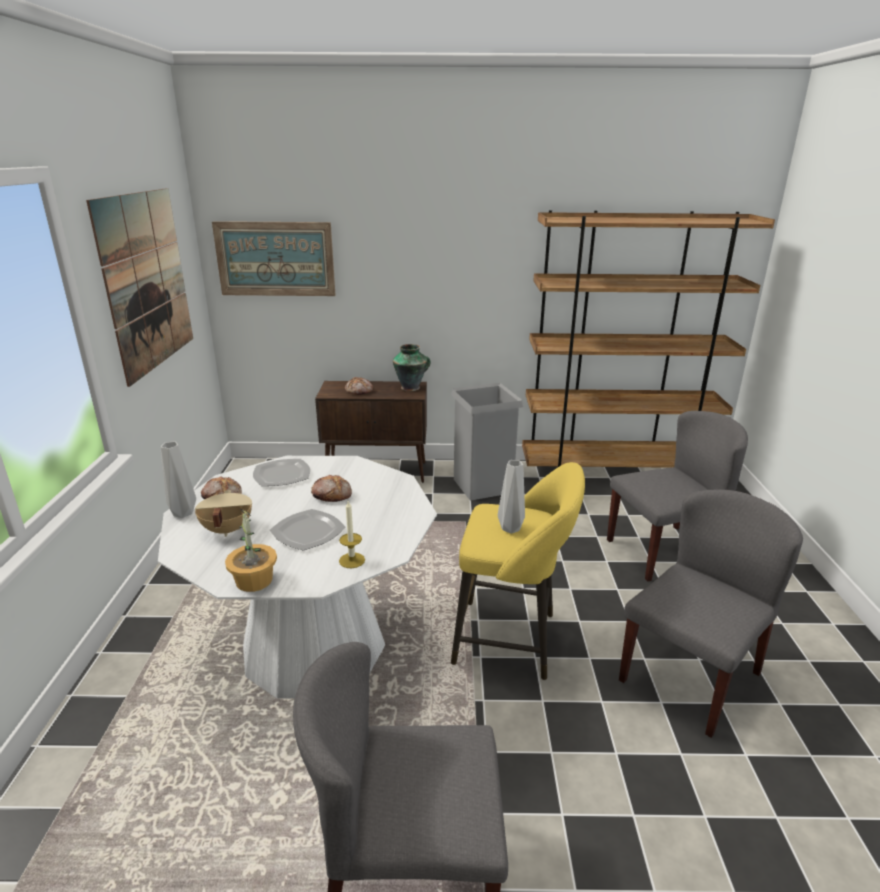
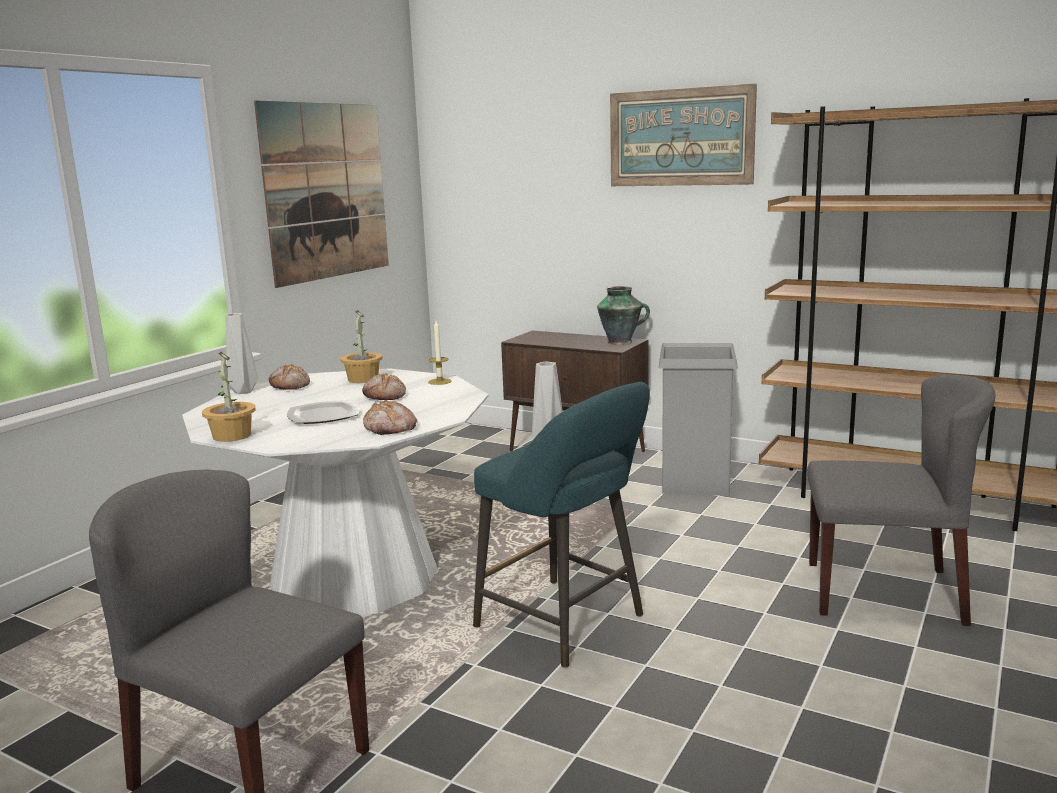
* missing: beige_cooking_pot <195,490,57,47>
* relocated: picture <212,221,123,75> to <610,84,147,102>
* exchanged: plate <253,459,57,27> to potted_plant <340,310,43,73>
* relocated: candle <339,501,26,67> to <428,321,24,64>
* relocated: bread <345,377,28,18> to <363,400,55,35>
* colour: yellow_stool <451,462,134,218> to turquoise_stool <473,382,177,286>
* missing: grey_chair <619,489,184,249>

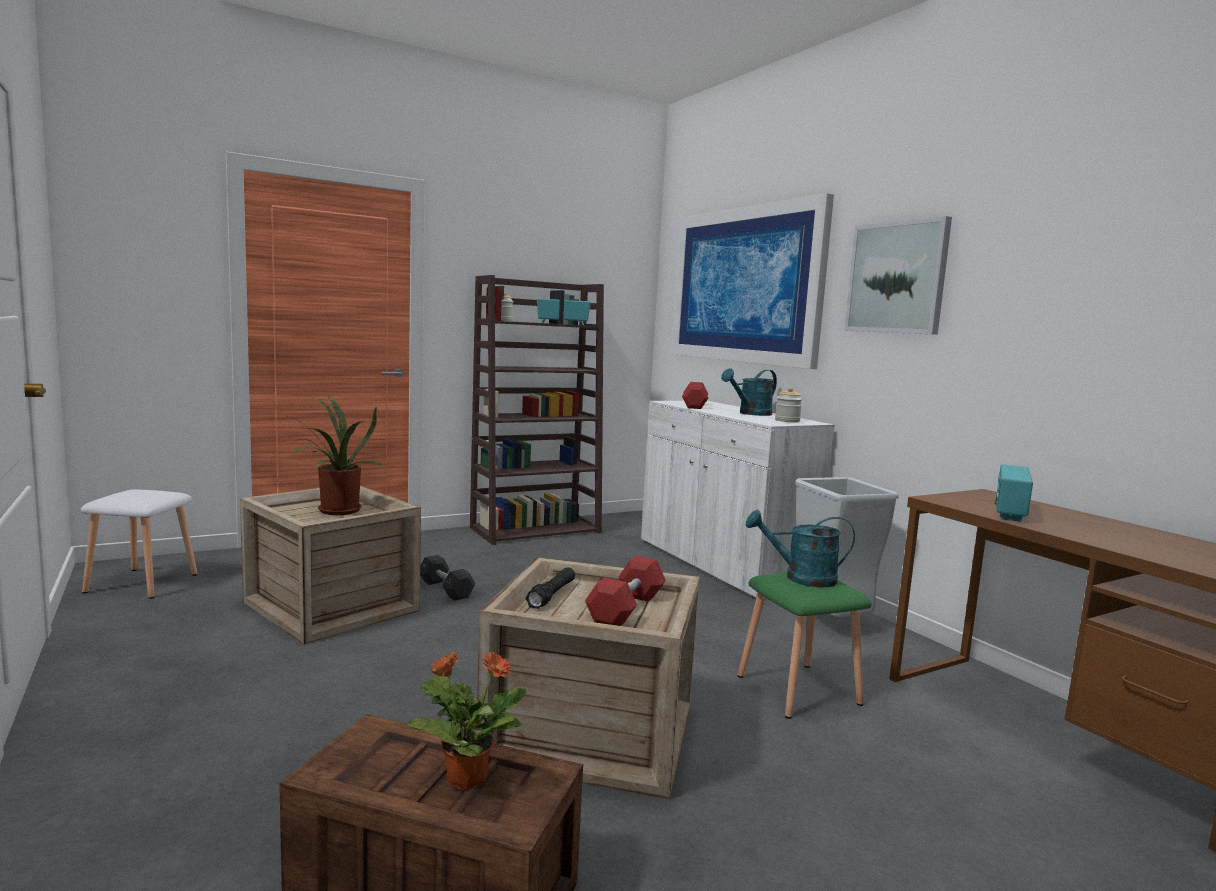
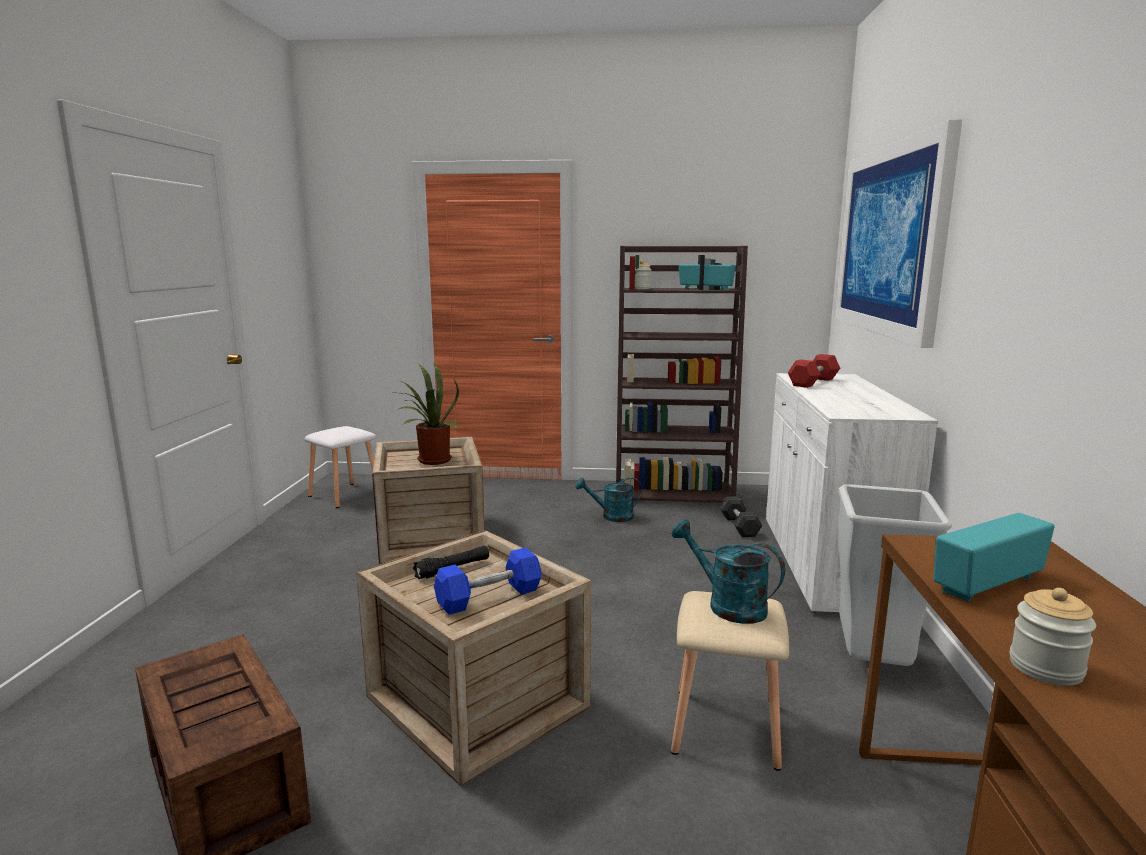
* missing: potted_plant <406,651,121,138>
* relocated: grey_dumbbell <420,555,55,46> to <720,496,42,41>
* colour: red_dumbbell <585,556,81,70> to blue_dumbbell <434,548,108,67>
* relocated: turquoise_watering_can <721,368,56,48> to <576,477,66,45>
* colour: green_stool <738,572,134,147> to beige_stool <671,591,118,180>
* relocated: jar <775,387,27,35> to <1010,588,86,98>
* missing: picture <844,216,108,119>

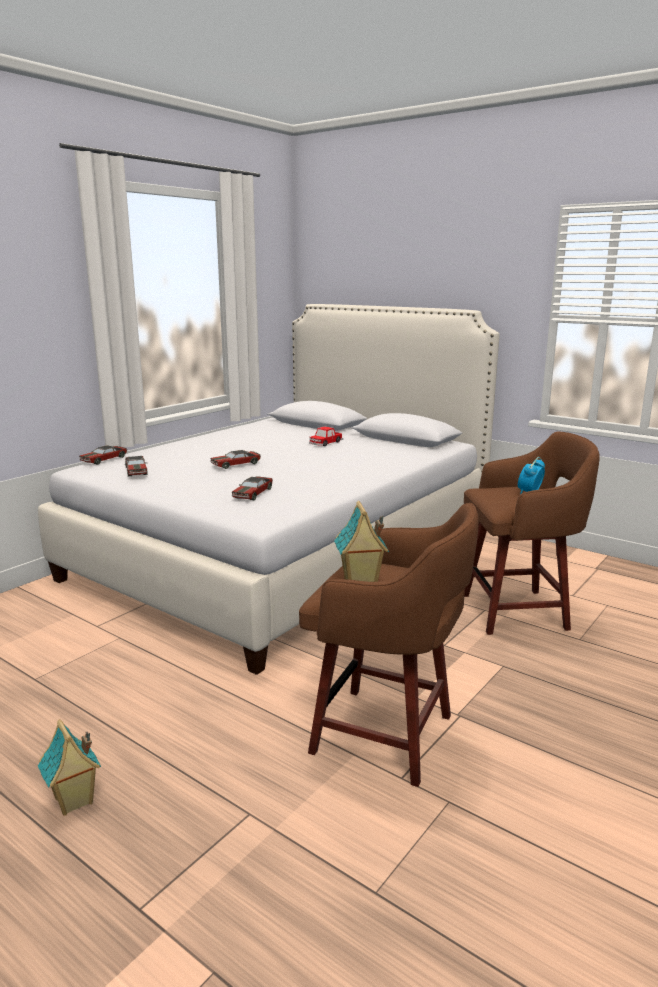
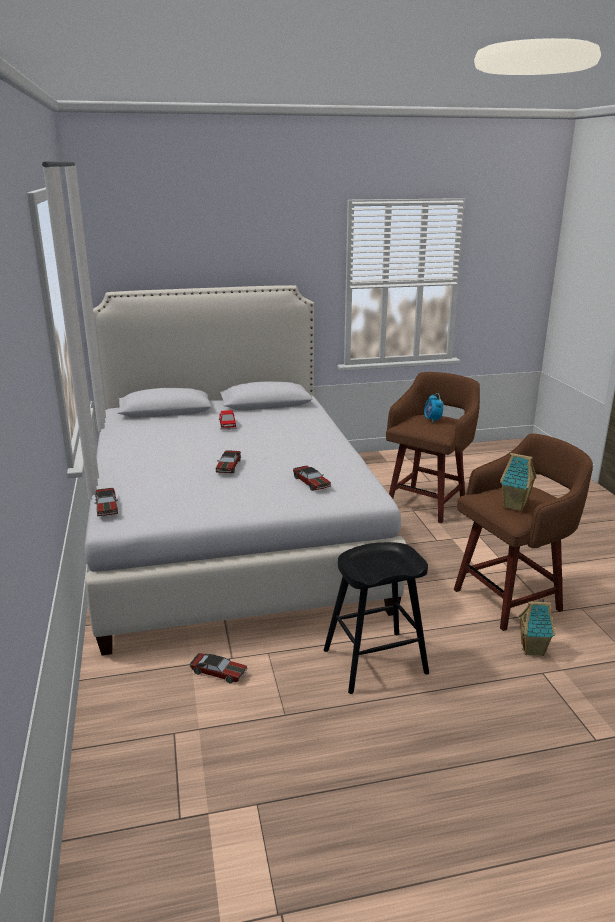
* relocated: toy_house <38,719,63,97> to <519,600,36,56>
* relocated: toy_car <125,456,23,20> to <190,653,57,31>
* appeared: black_stool <324,542,105,152>

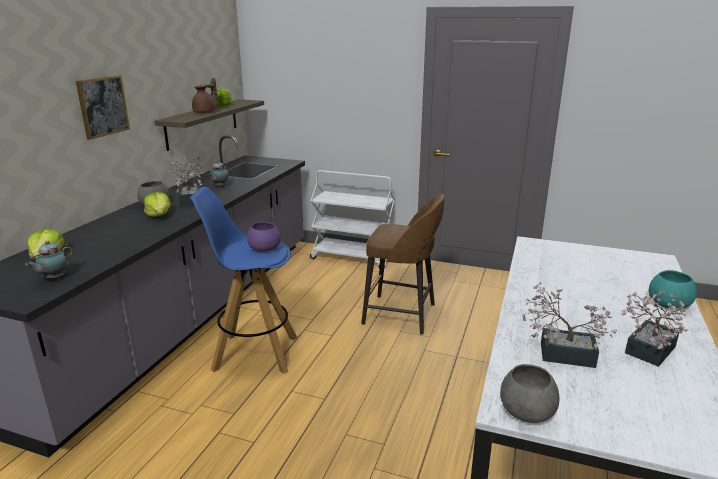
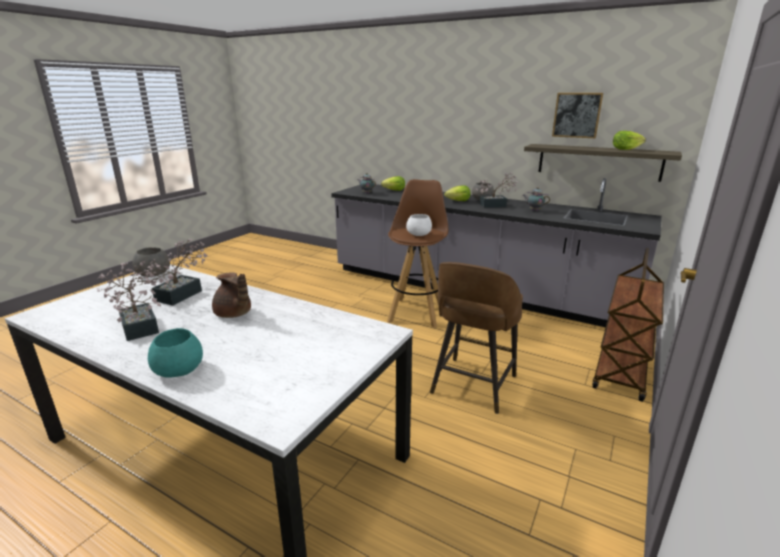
* relocated: picture <76,75,54,65> to <552,93,51,45>
* colour: blue_stool <190,187,107,187> to brown_stool <387,179,61,149>
* relocated: brown_teapot <192,78,25,35> to <212,272,39,46>
* colour: purple_bowl <247,222,34,30> to white_bowl <406,214,26,22>
* colour: white_cart <310,170,85,98> to brown_cart <592,248,72,154>

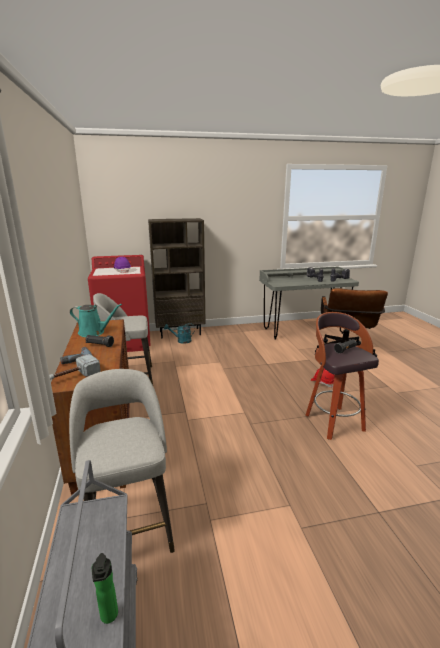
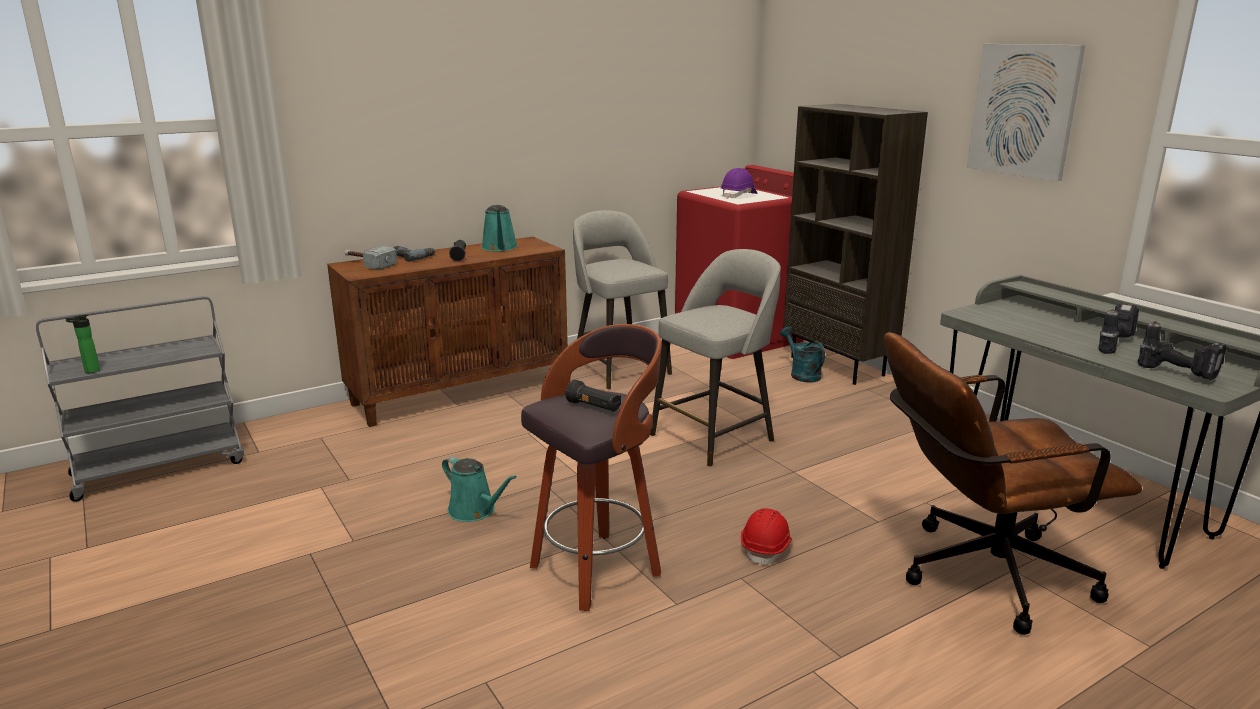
* relocated: grey_stool <69,369,106,184> to <650,249,131,218>
* appeared: turquoise_watering_can <442,456,75,66>
* appeared: picture <967,44,118,137>

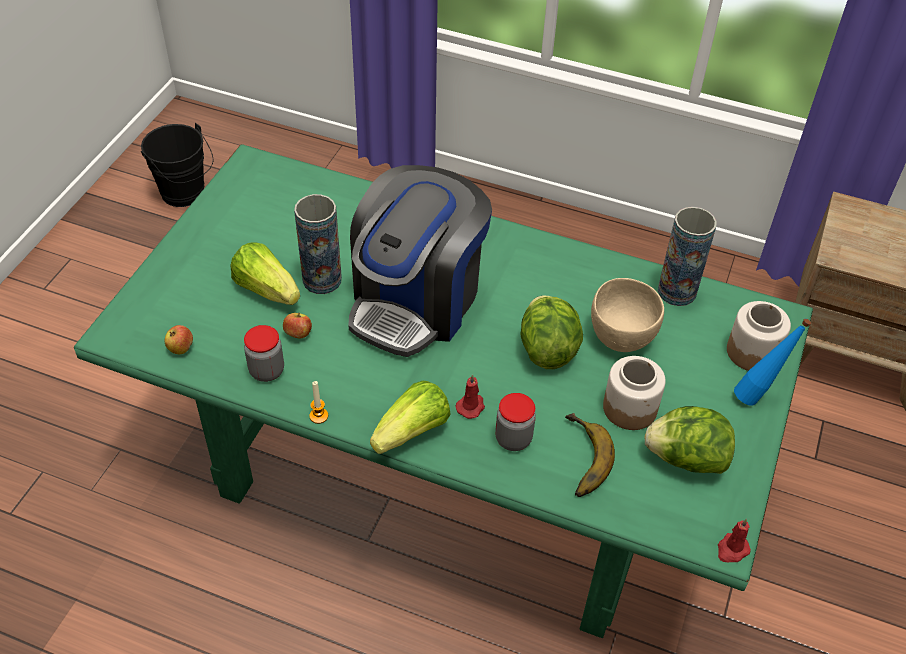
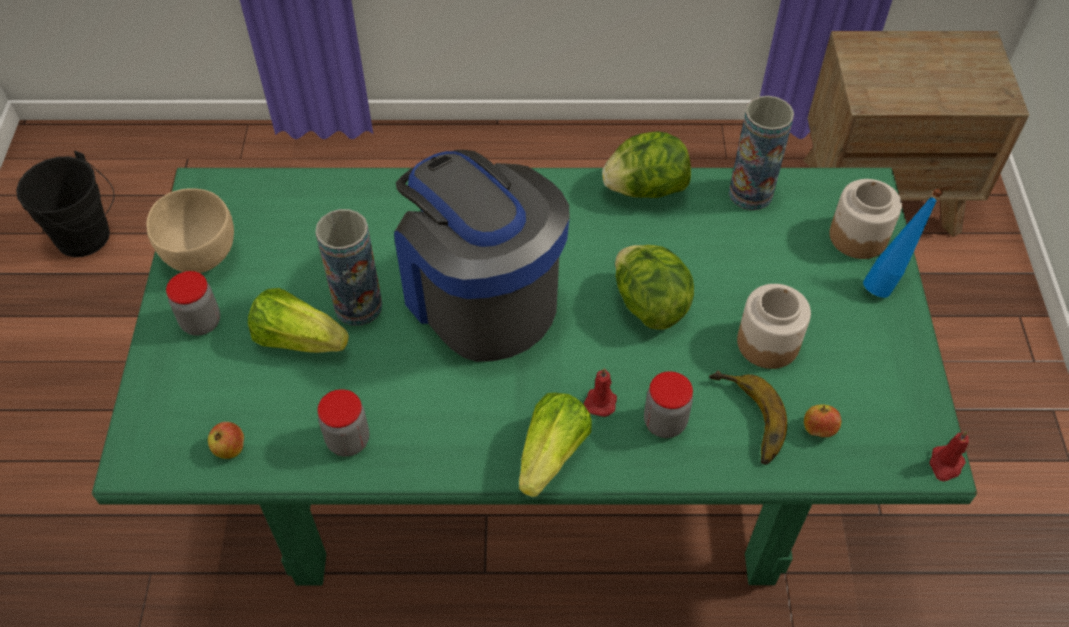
* relocated: apple <283,313,29,26> to <804,405,37,32>
* missing: candle <309,381,19,43>
* spun: coffee_machine <349,165,143,192> = <394,150,176,212> 135 degrees clockwise
* relocated: beige_bowl <591,278,73,74> to <146,189,88,84>
* relocated: lettuce <645,406,90,68> to <602,131,89,67>
* appeared: jar <166,271,54,65>

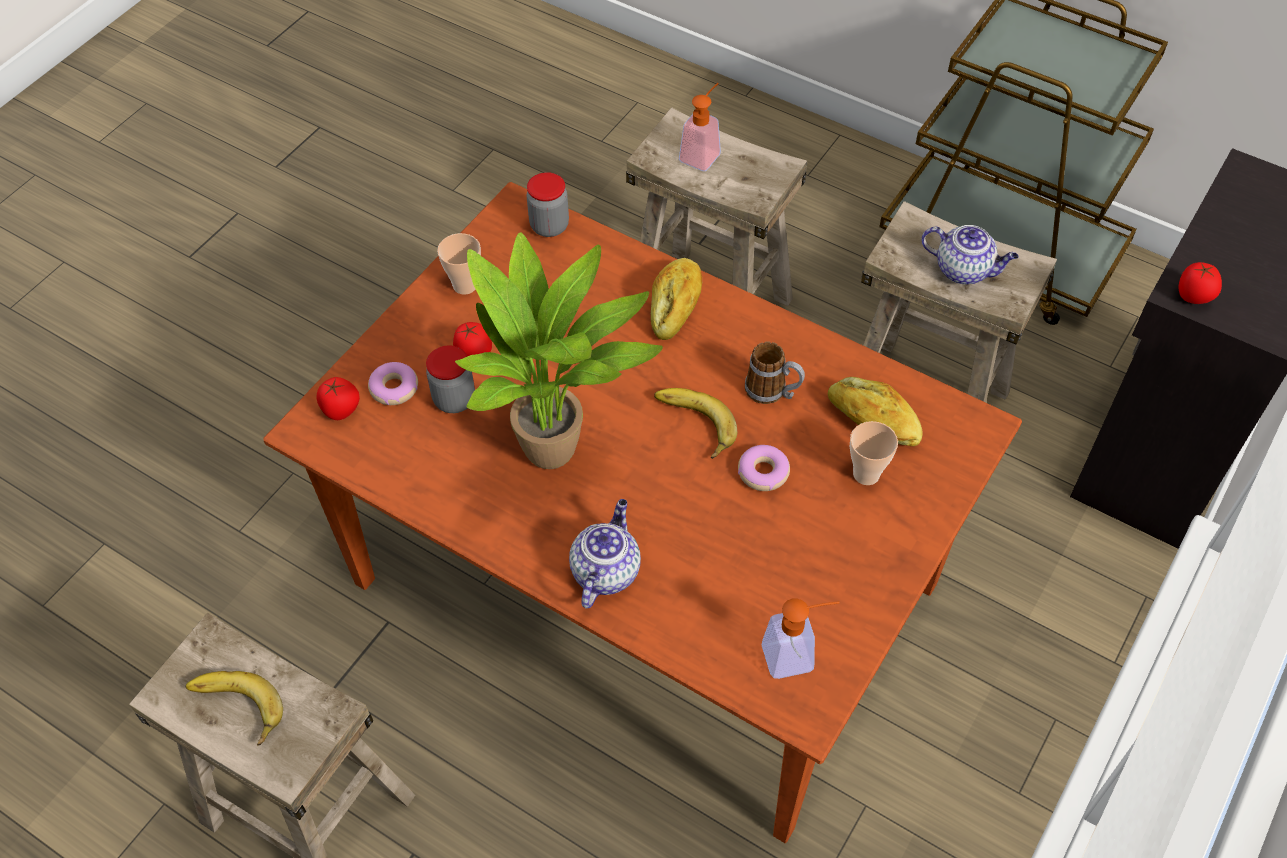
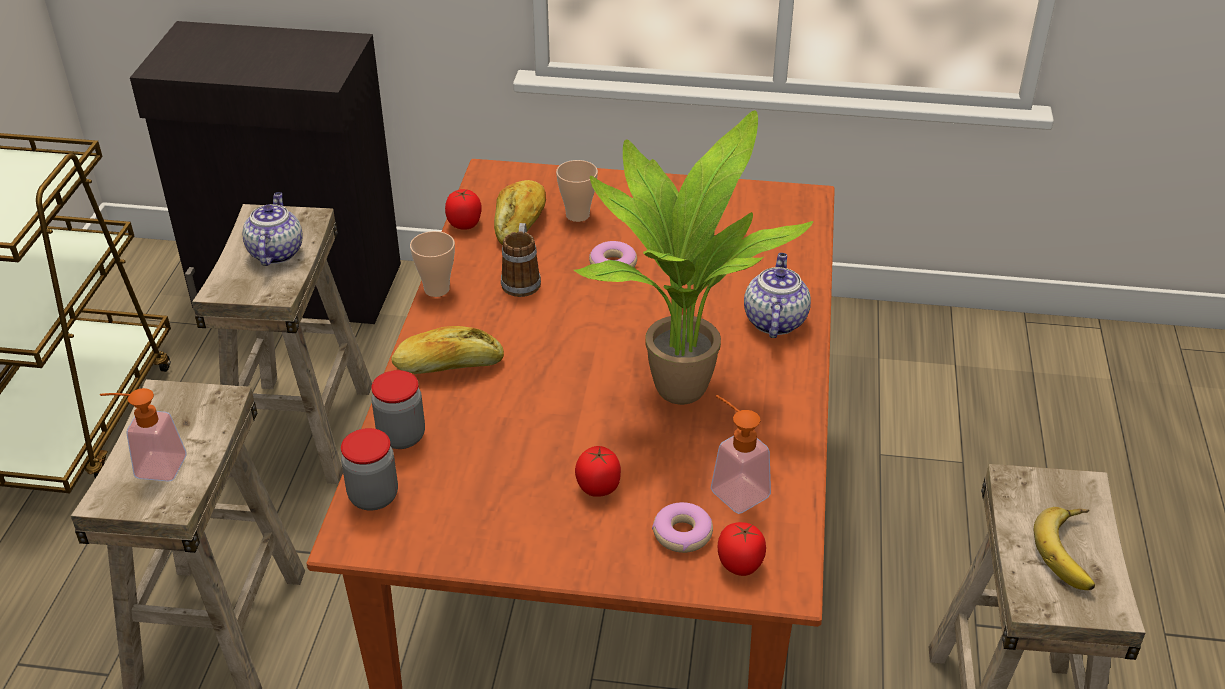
* relocated: jar <426,345,49,68> to <371,370,54,79>
* relocated: cup <437,233,44,61> to <410,231,45,66>
* spun: teapot <569,499,72,109> = <744,253,67,85> 105 degrees clockwise
* missing: banana <654,388,83,71>
* relocated: soap_dispenser <762,599,78,80> to <711,395,60,119>
* relocated: tomato <1179,262,43,42> to <445,189,36,41>

